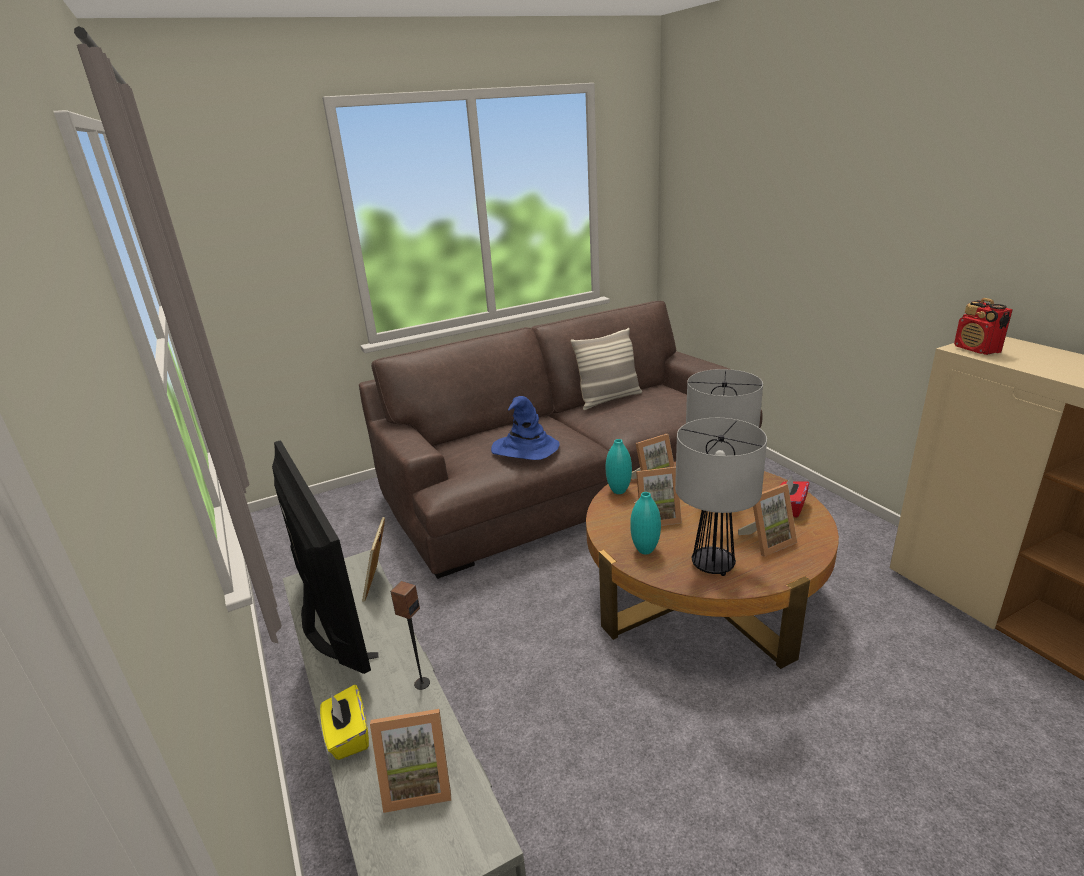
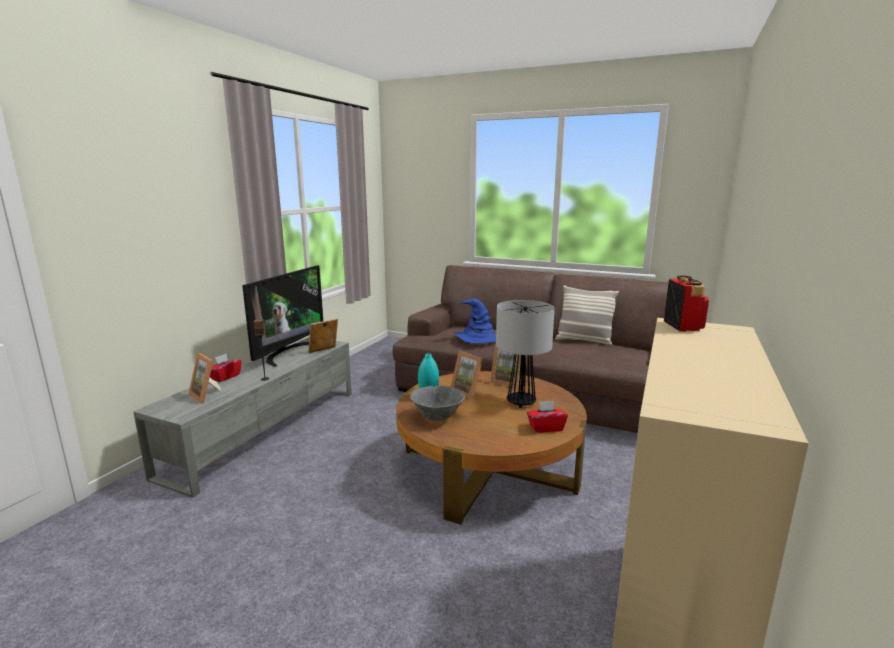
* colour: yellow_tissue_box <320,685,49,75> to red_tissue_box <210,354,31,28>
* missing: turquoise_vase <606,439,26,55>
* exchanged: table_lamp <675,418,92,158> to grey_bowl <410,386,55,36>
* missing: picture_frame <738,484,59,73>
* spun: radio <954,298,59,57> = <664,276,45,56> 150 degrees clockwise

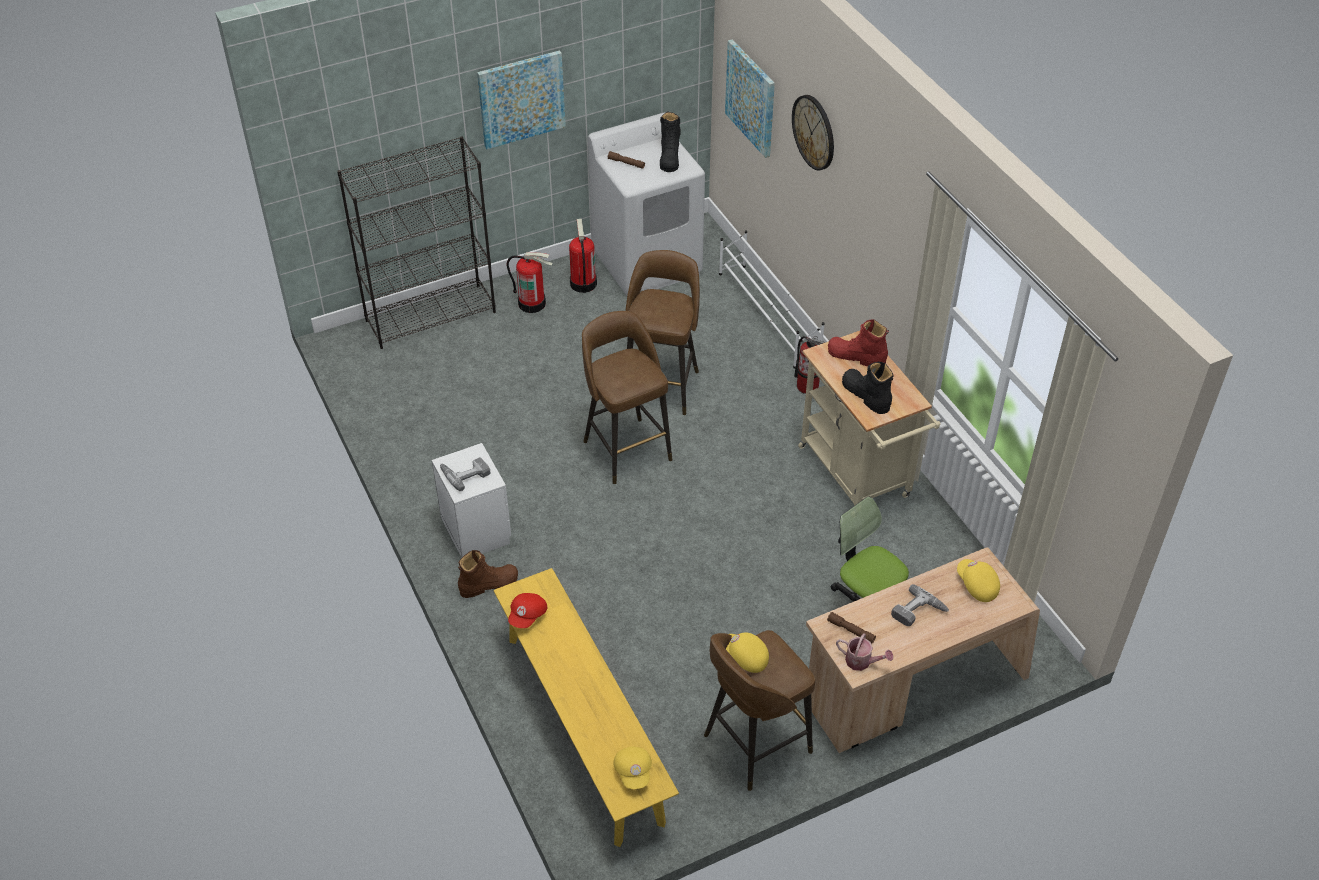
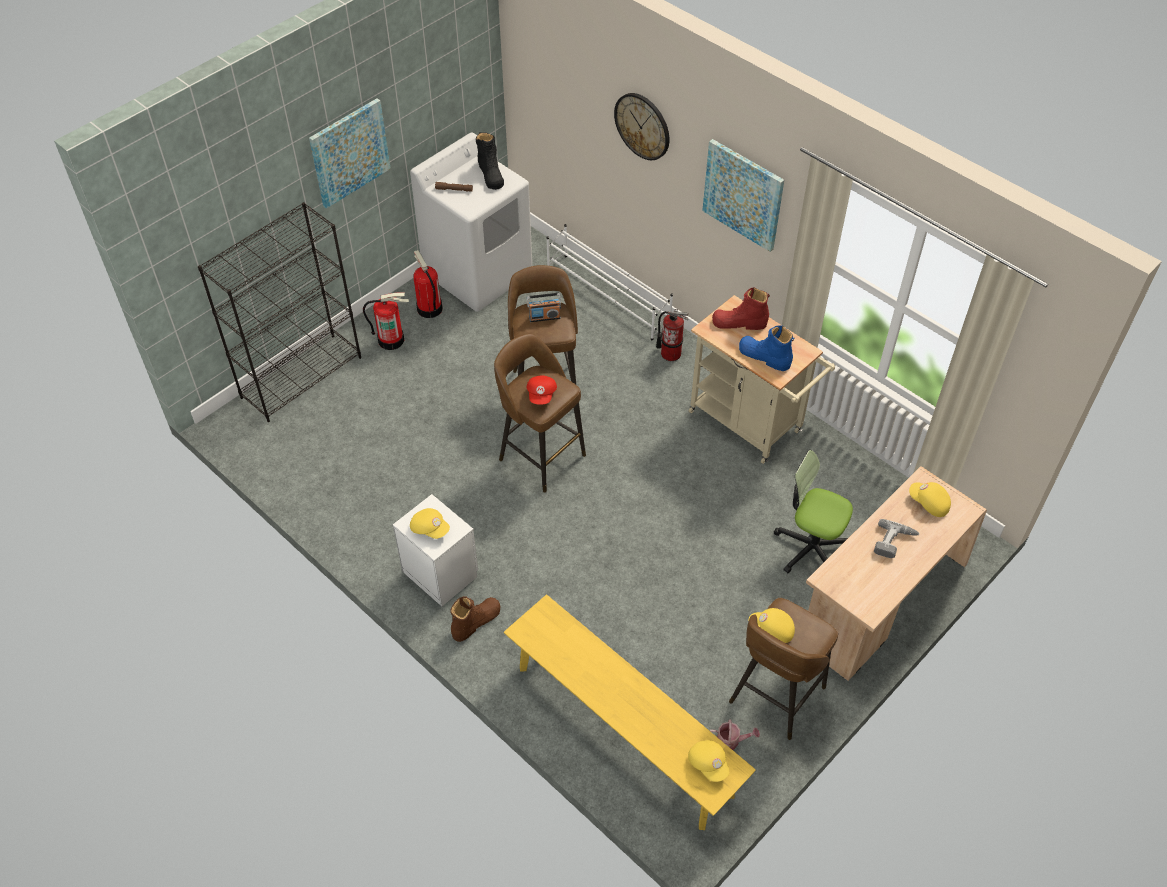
* exchanged: power_drill <440,457,51,34> to yellow_cap <410,508,40,31>
* relocated: red_cap <508,593,39,35> to <527,375,30,30>
* relocated: picture <725,39,50,119> to <702,139,82,113>
* missing: brown_flashlight <827,612,49,31>
* relocated: watering_can <836,633,57,38> to <709,719,51,31>
* colour: black_boot <842,362,51,52> to blue_boot <739,325,55,46>
* appeared: radio <527,293,34,29>

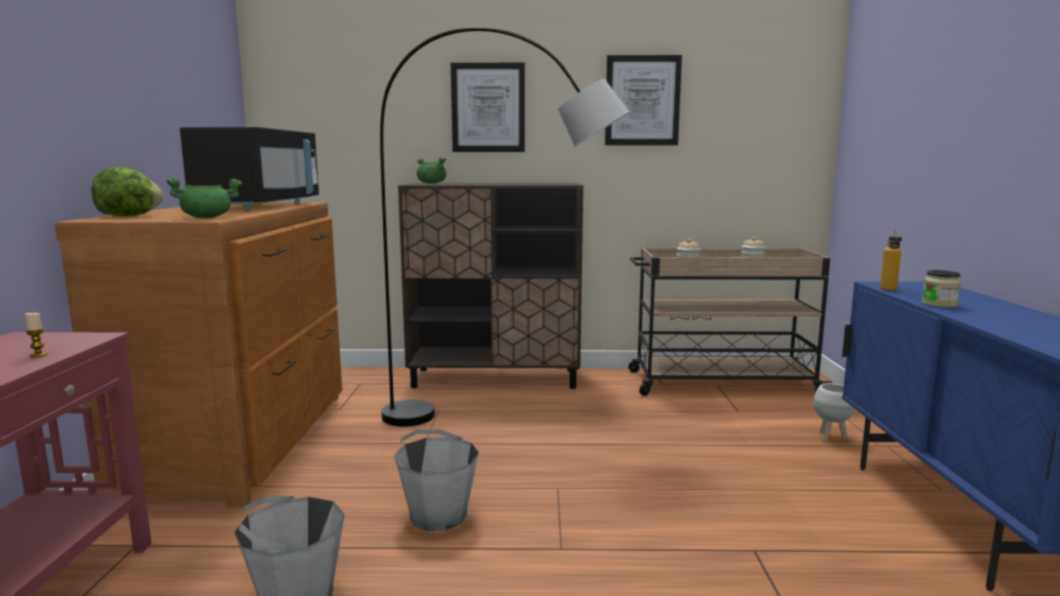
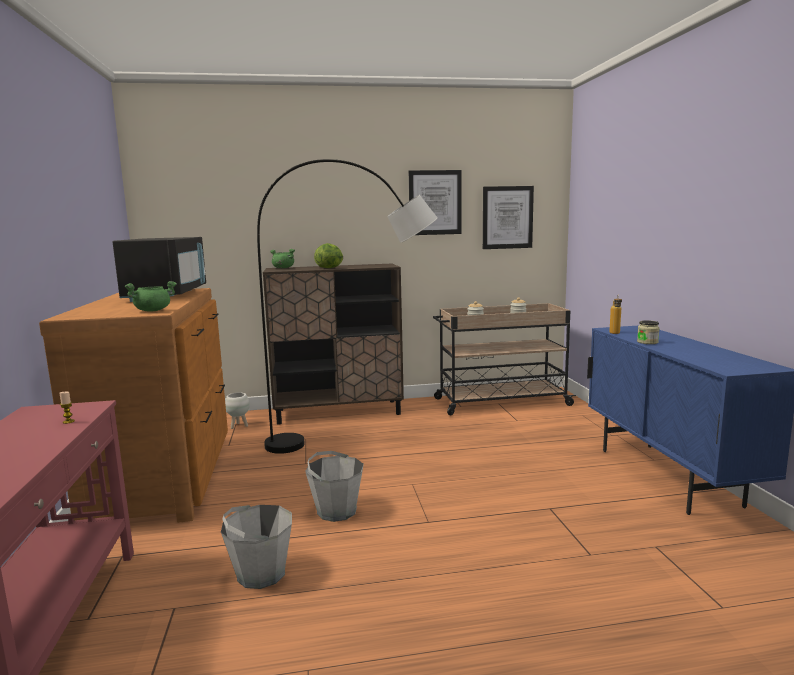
* relocated: lettuce <92,167,71,49> to <314,243,29,25>
* relocated: picture <451,63,74,89> to <483,186,51,63>
* relocated: white_planter <813,383,42,59> to <225,393,25,36>

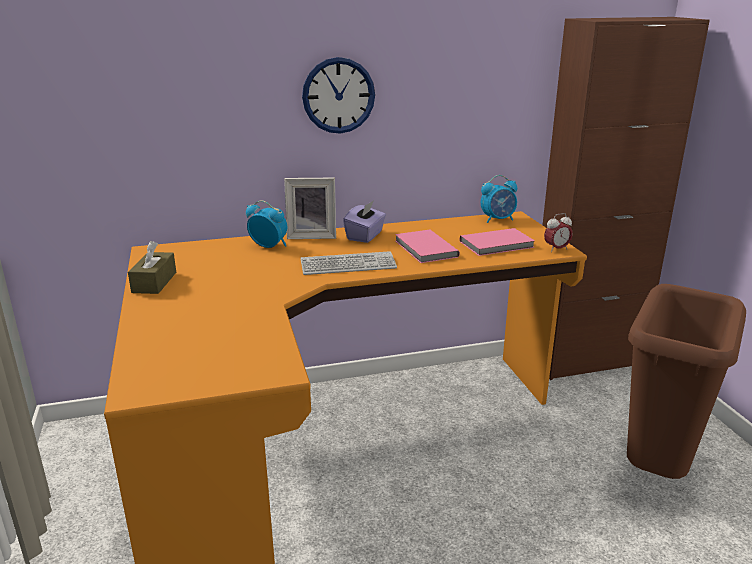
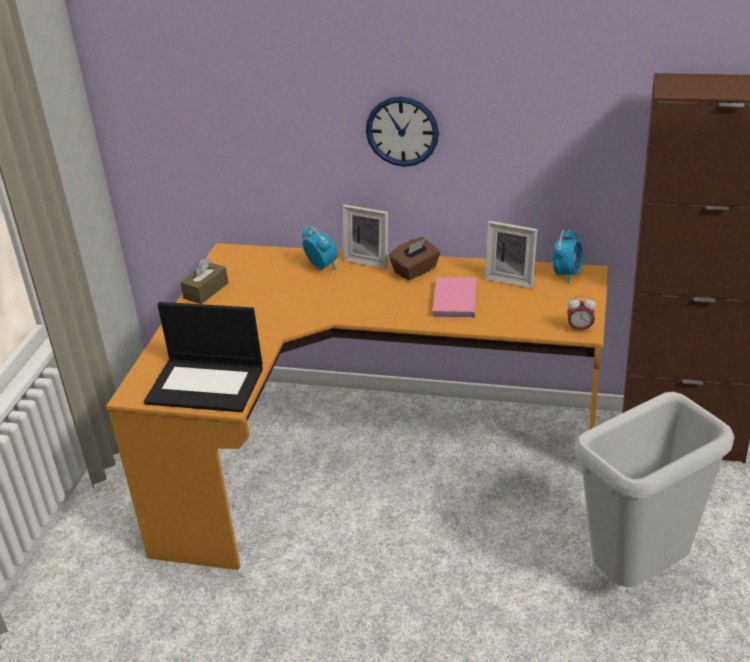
* missing: keyboard <300,251,97,24>
* colour: purple_tissue_box <343,200,43,43> to brown_tissue_box <389,237,51,43>
* missing: pink_book <460,228,75,28>
* spun: alarm_clock <481,175,36,48> = <553,229,30,54> 75 degrees counterclockwise
* colour: brown_trash_can <627,284,119,195> to grey_trash_can <575,392,159,195>
* appeared: laptop <144,302,119,110>
* appeared: picture_frame <485,221,53,67>

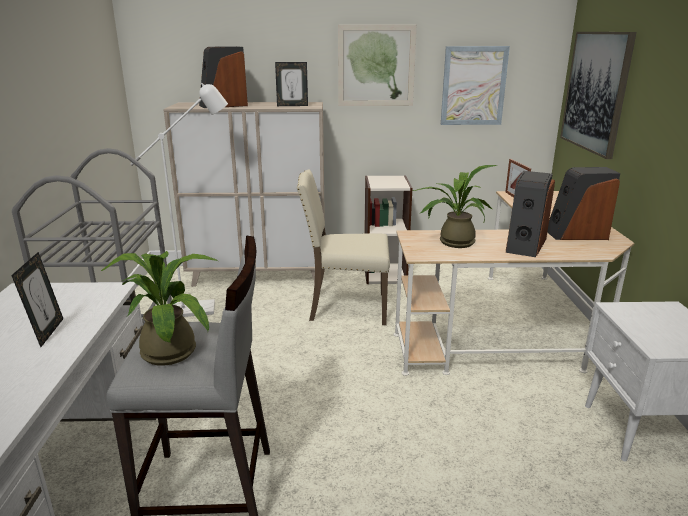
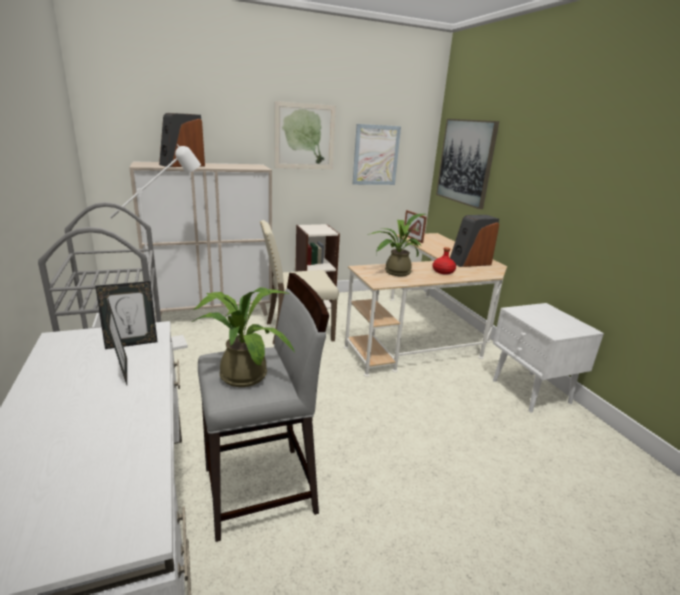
* relocated: picture_frame <275,62,33,44> to <95,281,62,68>
* exchanged: speaker <506,171,49,86> to red_bottle <432,247,24,28>

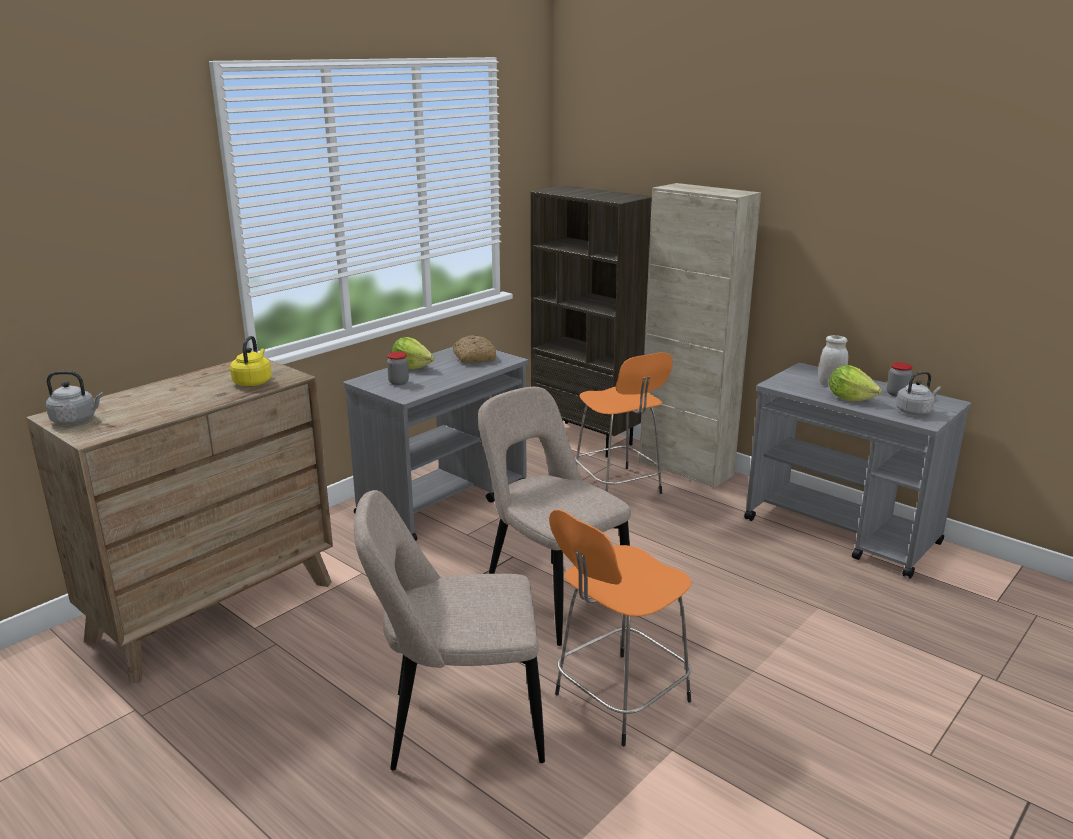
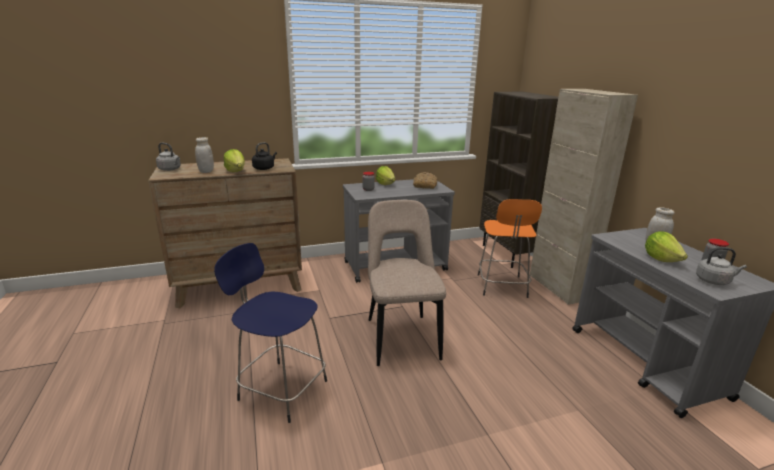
* colour: yellow_kettle <230,336,42,50> to black_kettle <252,142,25,28>
* exchanged: beige_chair <354,490,191,280> to blue_stool <214,243,113,180>
* missing: orange_stool <549,510,143,236>
* appeared: white_jar <195,137,19,36>
* appeared: lettuce <224,149,21,23>

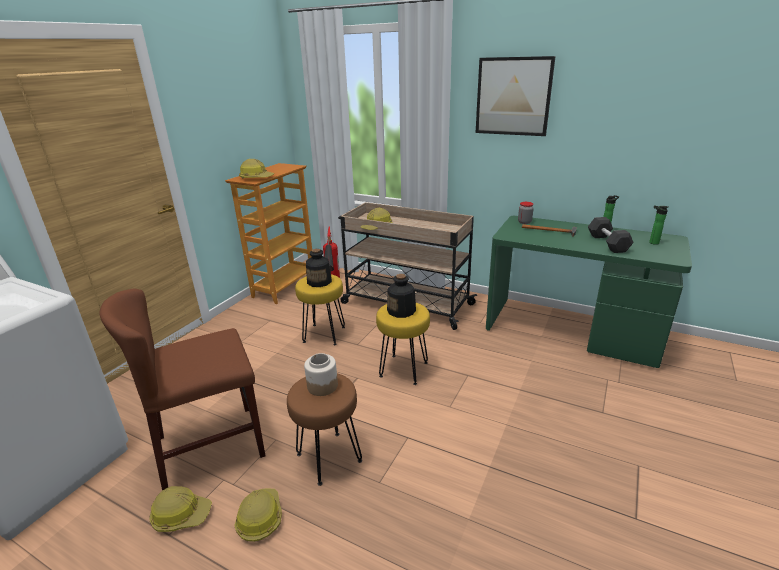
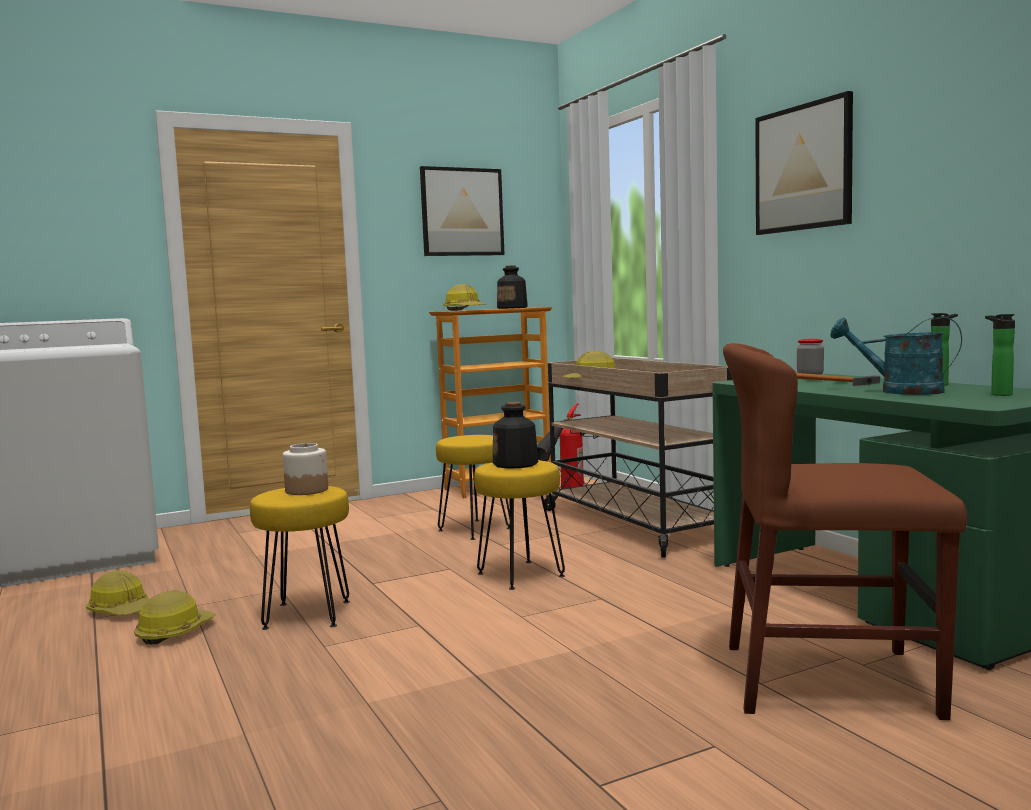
* relocated: brown_chair <99,289,167,202> to <723,343,244,377>
* colour: brown_stool <287,373,75,113> to yellow_stool <250,486,100,144>
* relocated: bottle <306,249,26,38> to <497,265,31,44>
* exchanged: grey_dumbbell <588,217,46,36> to turquoise_watering_can <831,317,131,78>
* appeared: picture <420,166,85,90>

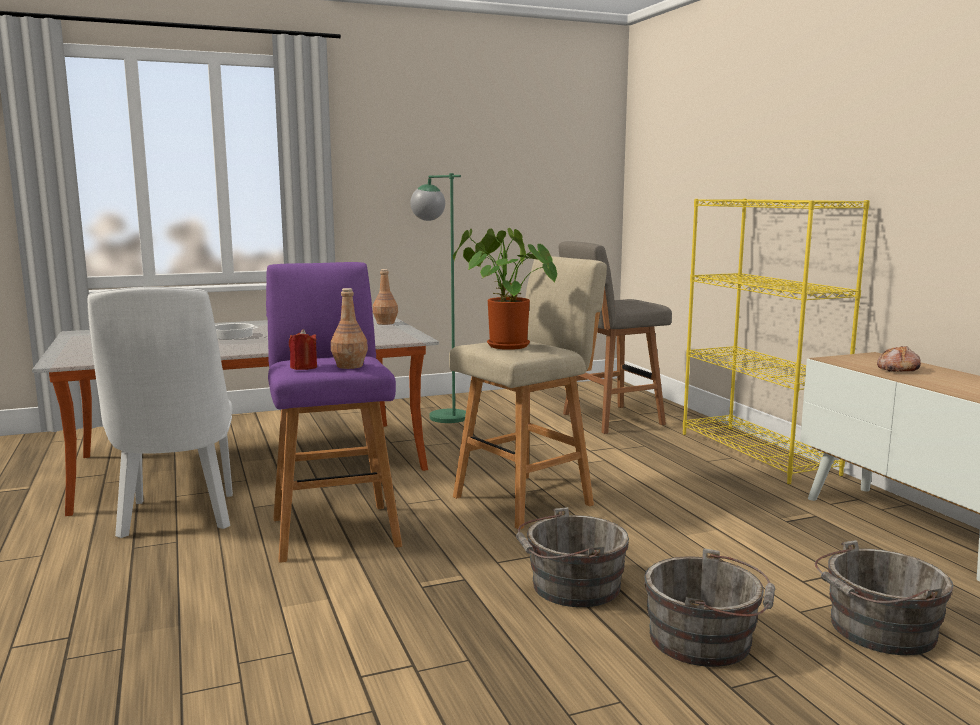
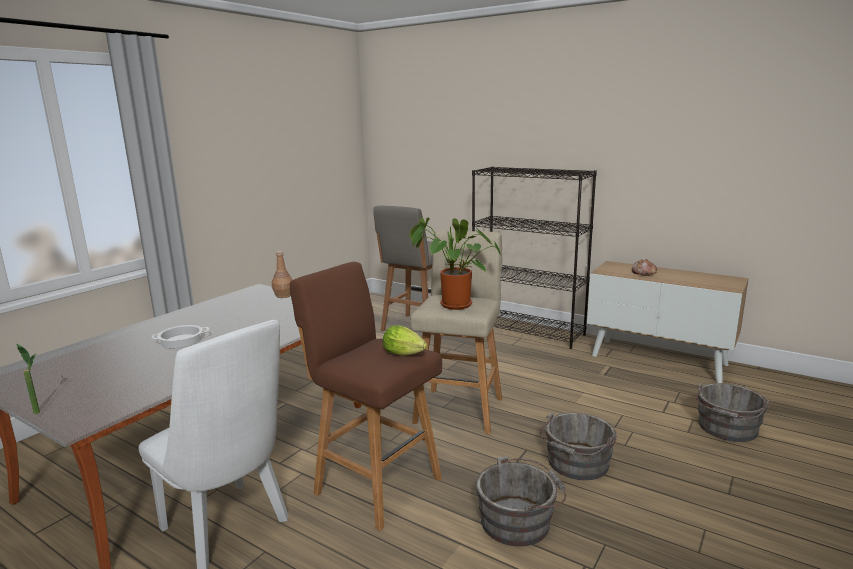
* colour: purple_stool <266,262,136,301> to brown_stool <290,262,152,269>
* missing: red_candle <289,329,28,41>
* exchanged: brown_bottle <331,288,37,81> to lettuce <383,325,44,31>
* missing: green_floor_lamp <410,173,56,250>
* relocated: grey_bucket <644,548,131,119> to <476,456,90,90>
* colour: yellow_bookcase <683,199,187,285> to black_bookcase <472,166,125,183>
* appeared: potted_plant <16,344,24,70>

